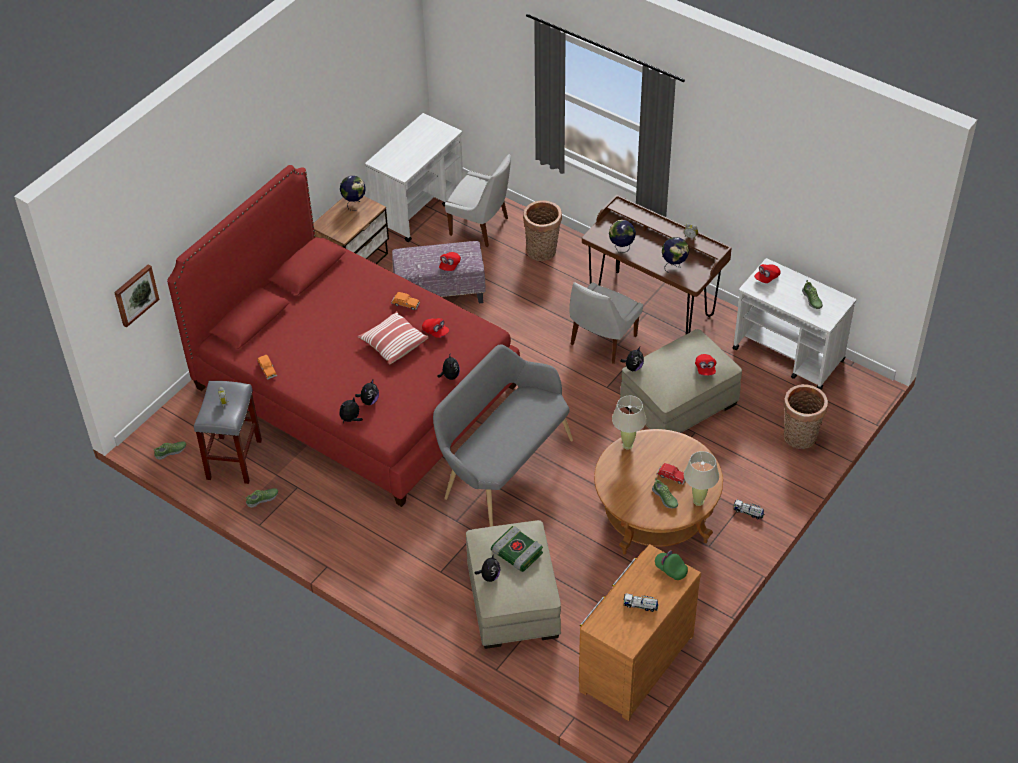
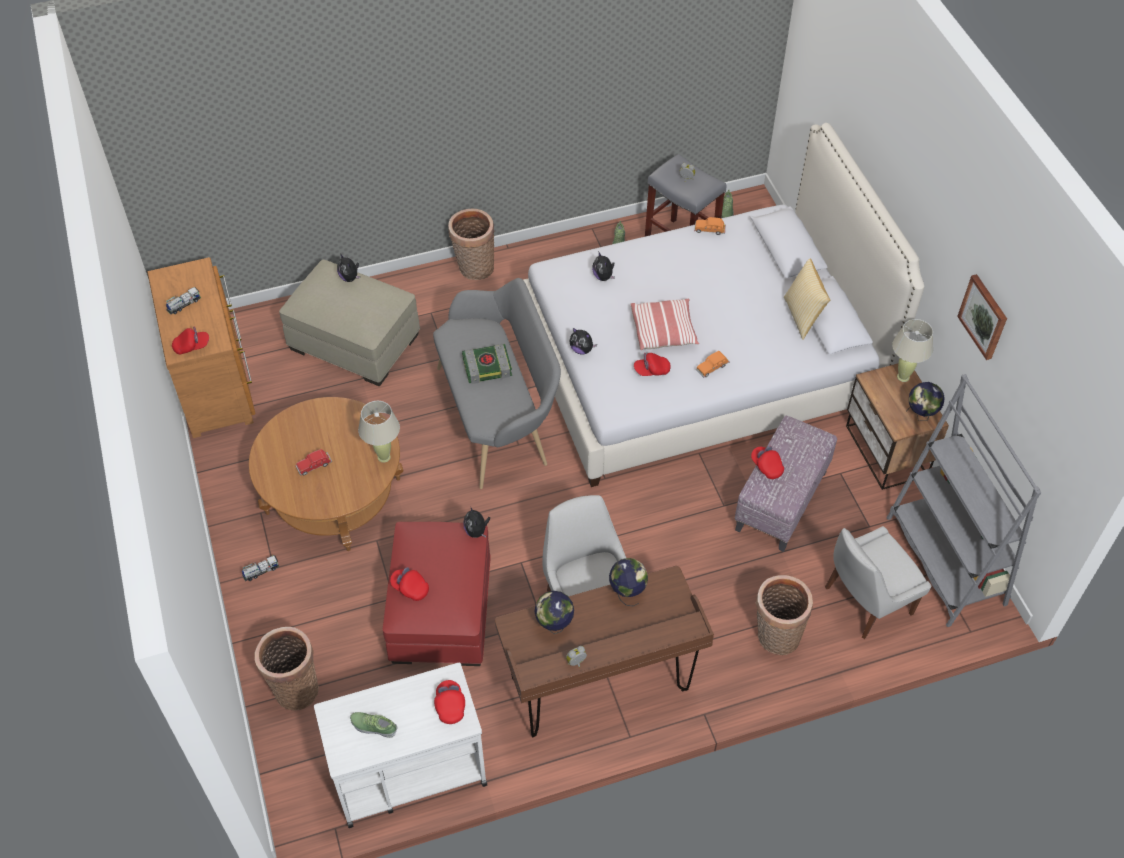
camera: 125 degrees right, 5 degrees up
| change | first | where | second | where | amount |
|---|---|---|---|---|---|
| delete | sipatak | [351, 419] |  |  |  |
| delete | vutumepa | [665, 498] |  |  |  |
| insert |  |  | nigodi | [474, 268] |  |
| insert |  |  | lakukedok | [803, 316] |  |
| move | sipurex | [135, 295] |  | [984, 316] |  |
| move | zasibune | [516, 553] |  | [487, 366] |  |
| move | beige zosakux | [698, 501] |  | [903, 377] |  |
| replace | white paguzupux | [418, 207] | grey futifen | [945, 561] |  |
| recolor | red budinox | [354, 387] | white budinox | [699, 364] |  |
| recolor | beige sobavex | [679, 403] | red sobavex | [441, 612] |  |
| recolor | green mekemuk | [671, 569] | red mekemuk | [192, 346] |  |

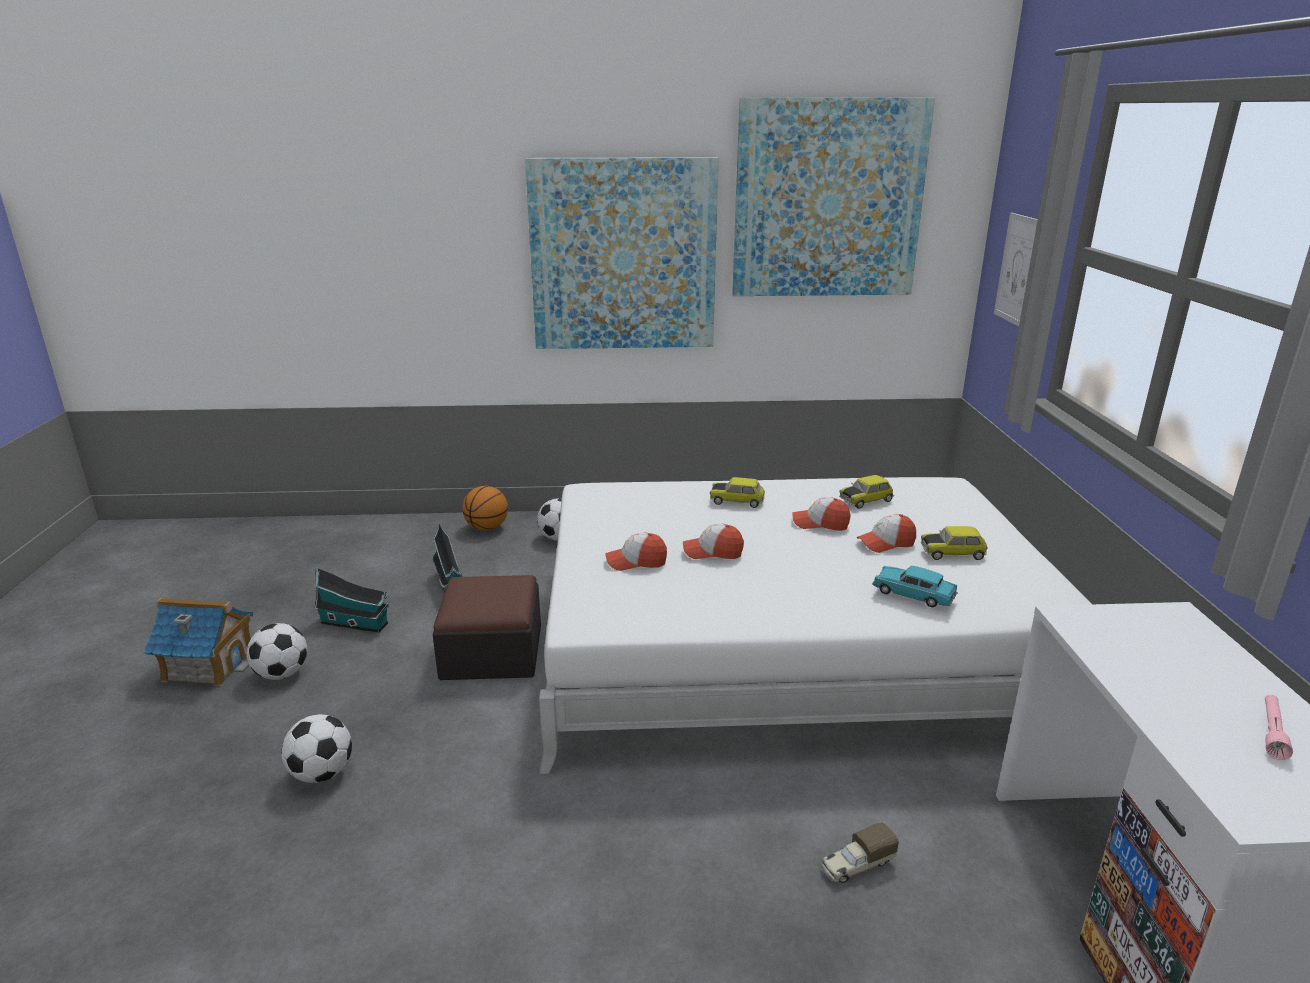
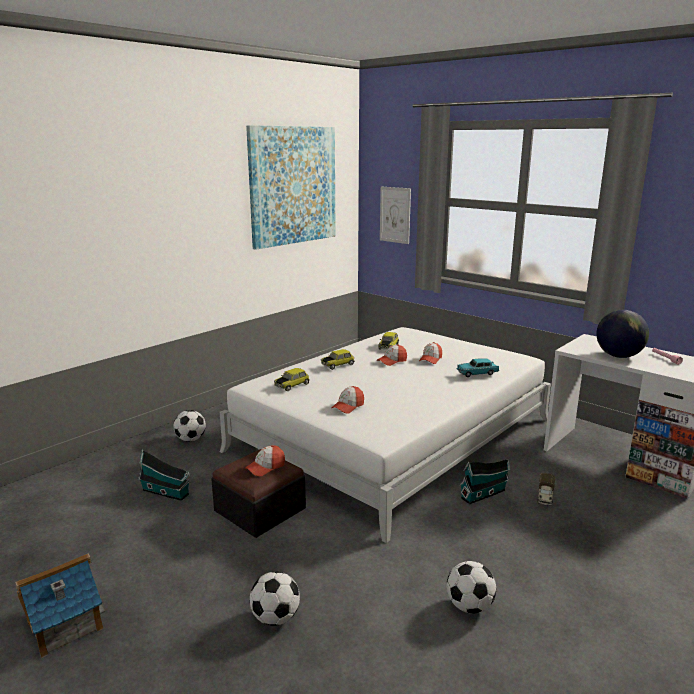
camera: 45 degrees left, 5 degrees down
| change | first | where | second | where | amount |
|---|---|---|---|---|---|
| delete | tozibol | [487, 528] |  |  |  |
| delete | sipurex | [623, 256] |  |  |  |
| insert |  |  | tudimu | [618, 356] |  |
| move | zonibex | [282, 674] |  | [469, 606] |  |
| move | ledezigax | [357, 624] |  | [484, 494] |  |
| move | mekemuk | [712, 552] |  | [265, 467] |  |
| move | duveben | [952, 552] |  | [292, 385] |  |

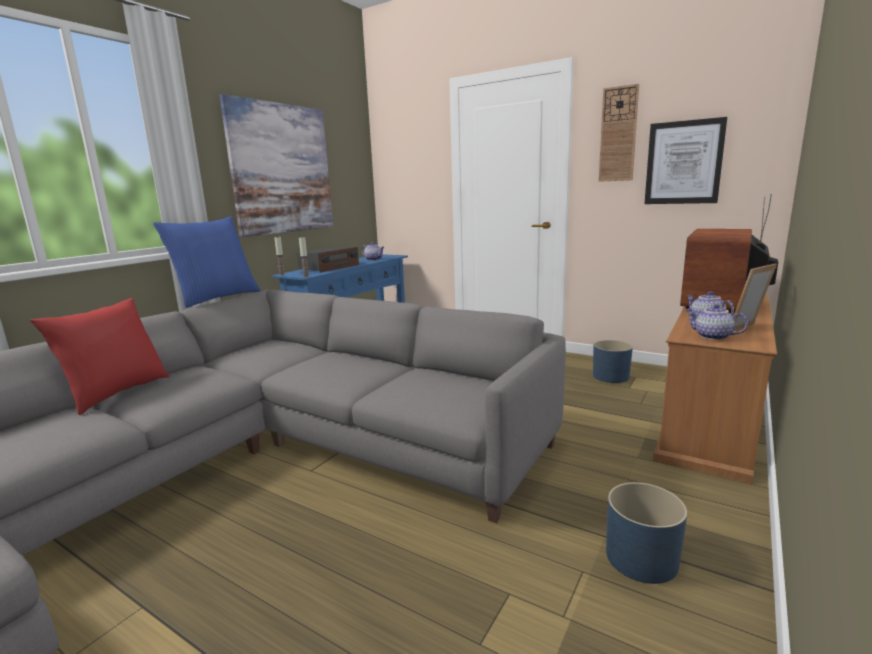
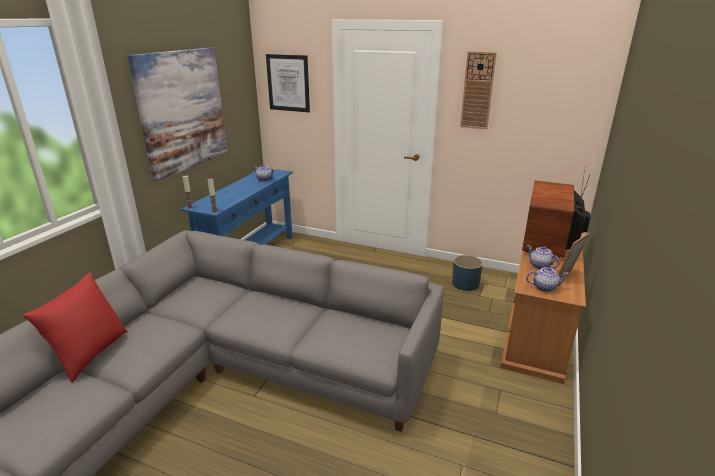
camera: 10 degrees left, 10 degrees up
| change | first | where | second | where | amount |
|---|---|---|---|---|---|
| delete | blue lakukedok | [216, 298] |  |  |  |
| delete | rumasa | [329, 267] |  |  |  |
| delete | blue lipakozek | [641, 558] |  |  |  |
| move | sipurex | [683, 163] |  | [288, 83] |  |
| rotate | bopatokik | [712, 337] |  | [544, 287] | 150 degrees clockwise |

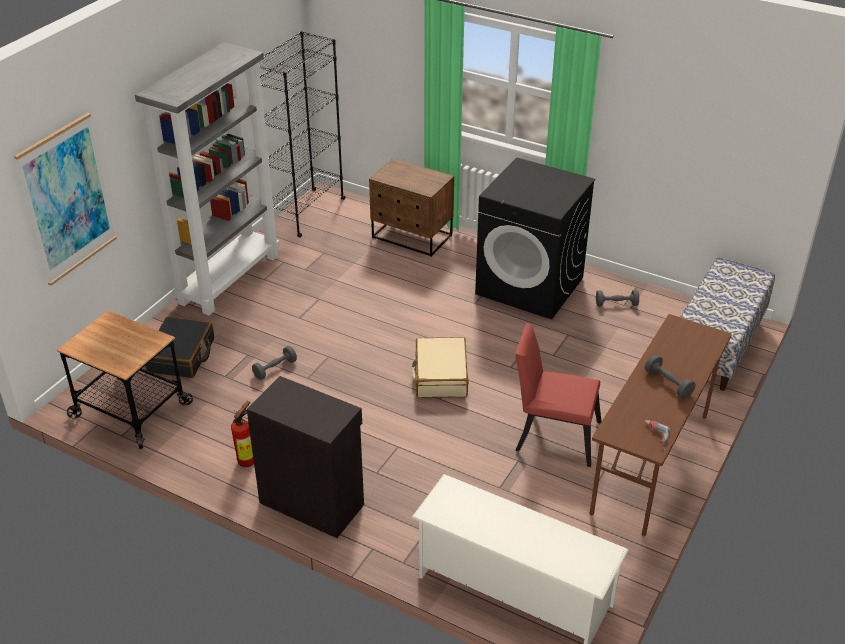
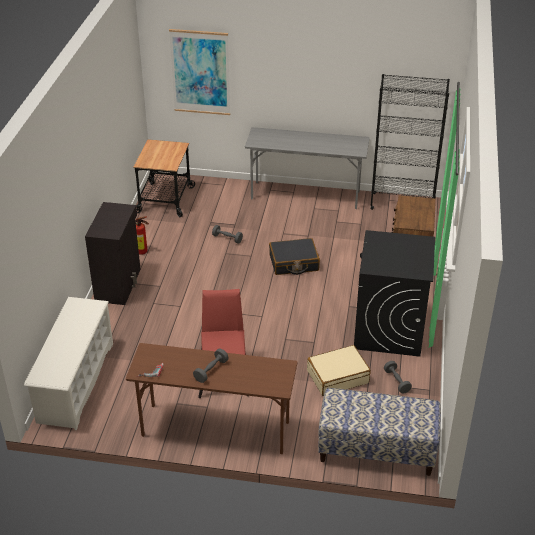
camera: 70 degrees right, 0 degrees up
| change | first | where | second | where | amount |
|---|---|---|---|---|---|
| move | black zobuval | [181, 356] |  | [293, 263] |  |
| move | beige zobuval | [440, 376] |  | [337, 376] |  |
| replace | grey futifen | [229, 278] | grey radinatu | [306, 195] |  |

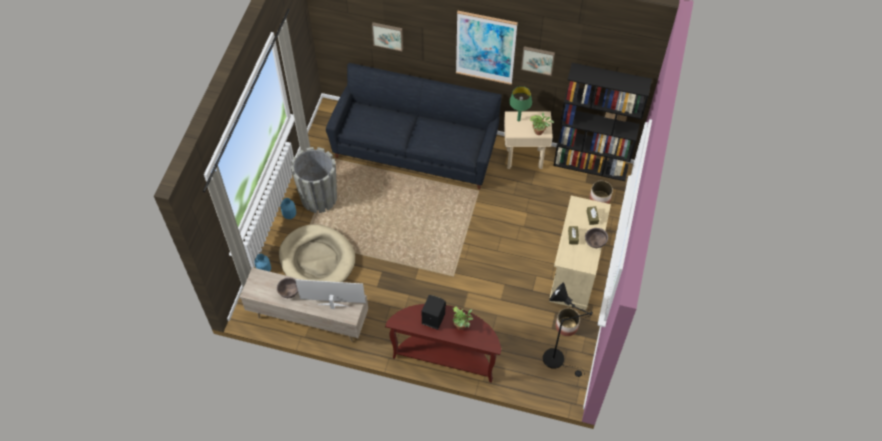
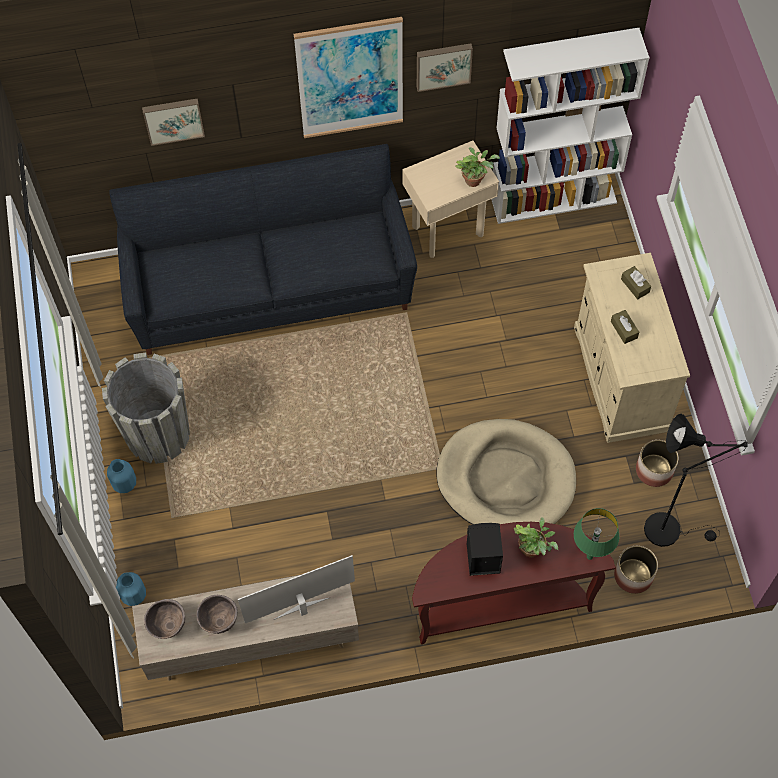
camera: 25 degrees left, 5 degrees up
| change | first | where | second | where | amount |
|---|---|---|---|---|---|
| move | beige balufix | [317, 259] |  | [506, 479] |  |
| move | green zosakux | [518, 120] |  | [589, 556] |  |
| move | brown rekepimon | [595, 243] |  | [167, 625] |  |
| move | lipakozek | [600, 199] |  | [633, 575] |  |
| recolor | black futifen | [591, 165] | white futifen | [554, 199] |  |

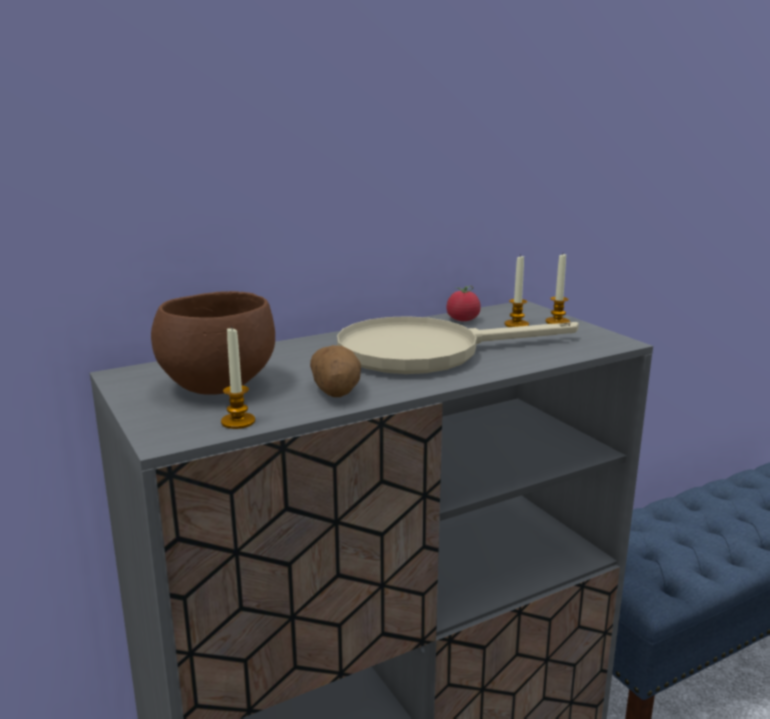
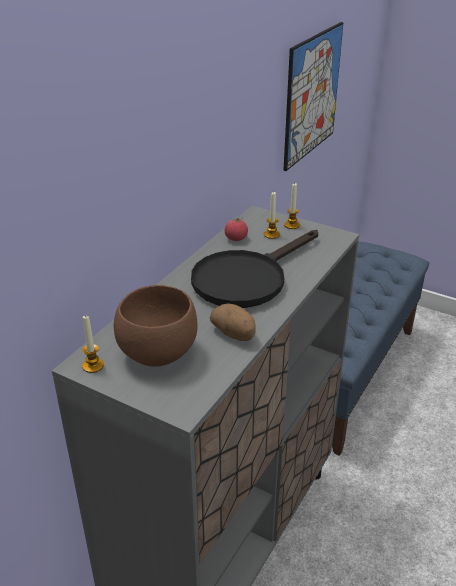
camera: 30 degrees left, 15 degrees up
| change | first | where | second | where | amount |
|---|---|---|---|---|---|
| insert |  |  | sipurex | [312, 95] |  |
| move | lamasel | [238, 422] |  | [93, 366] |  |
| recolor | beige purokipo | [427, 352] | black purokipo | [247, 278] |  |

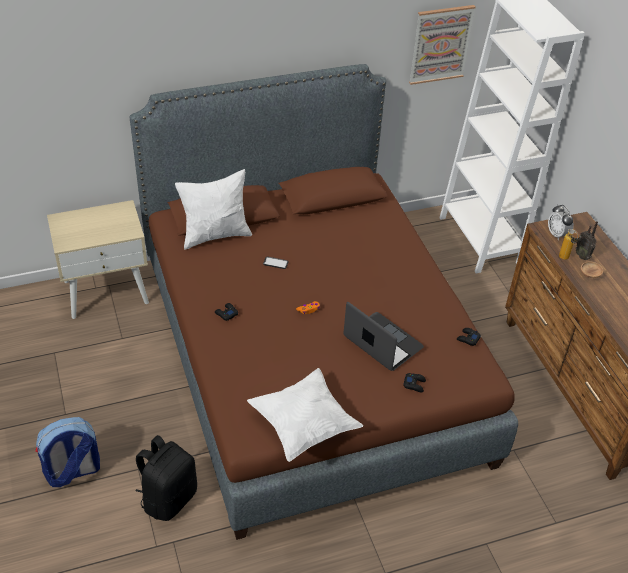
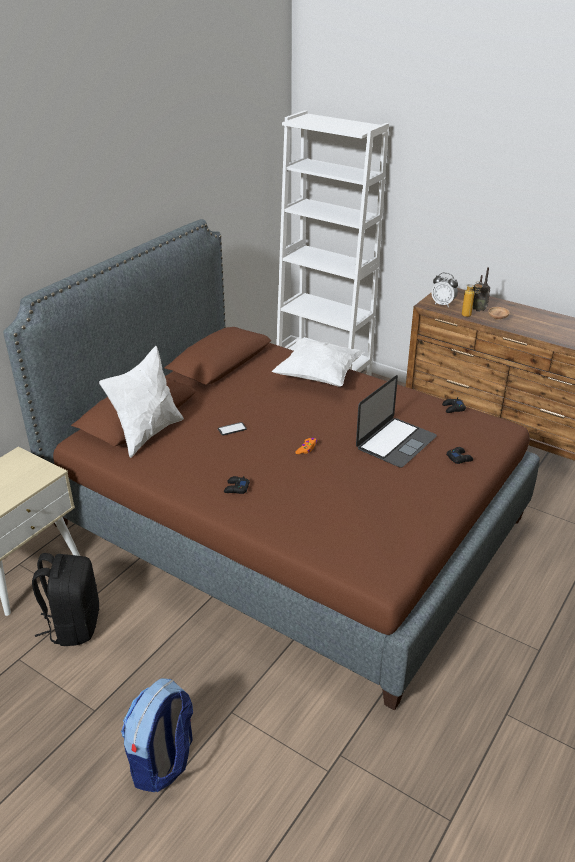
camera: 35 degrees left, 10 degrees down
| change | first | where | second | where | amount |
|---|---|---|---|---|---|
| delete | sipurex | [440, 44] |  |  |  |
| move | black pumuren | [168, 498] |  | [73, 625] |  |
| move | white lakukedok | [303, 425] |  | [318, 376] |  |
| rotate | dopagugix | [382, 342] |  | [396, 442] | 120 degrees clockwise |

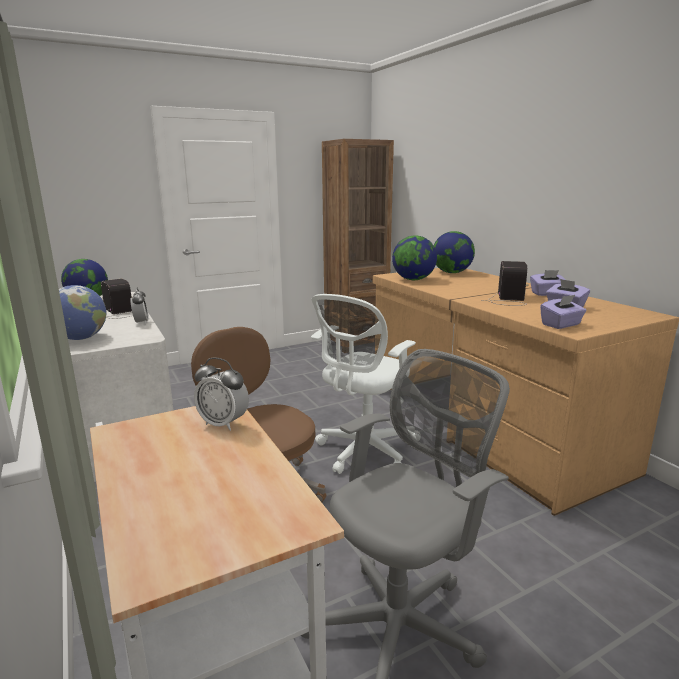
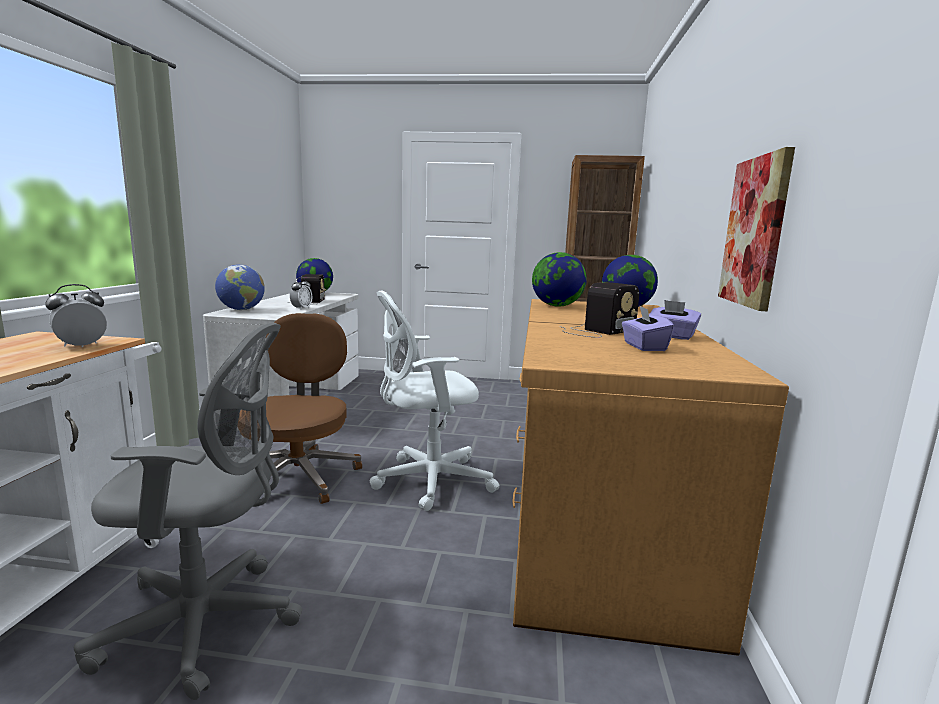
camera: 35 degrees right, 5 degrees down
| change | first | where | second | where | amount |
|---|---|---|---|---|---|
| delete | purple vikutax | [561, 325] |  |  |  |
| insert |  |  | sipurex | [755, 232] |  |
| rotate | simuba | [223, 424] |  | [81, 346] | 75 degrees clockwise |

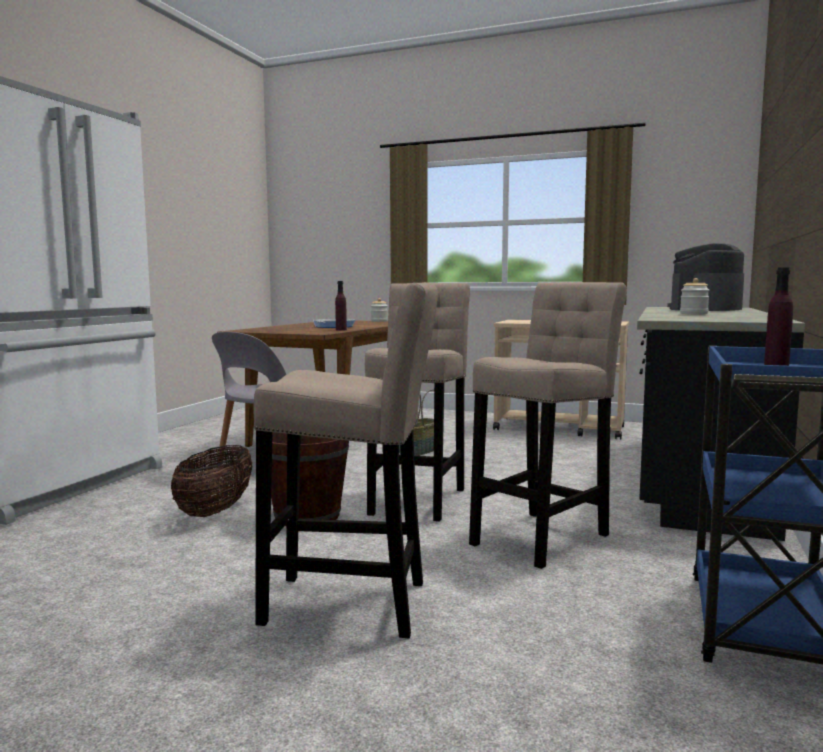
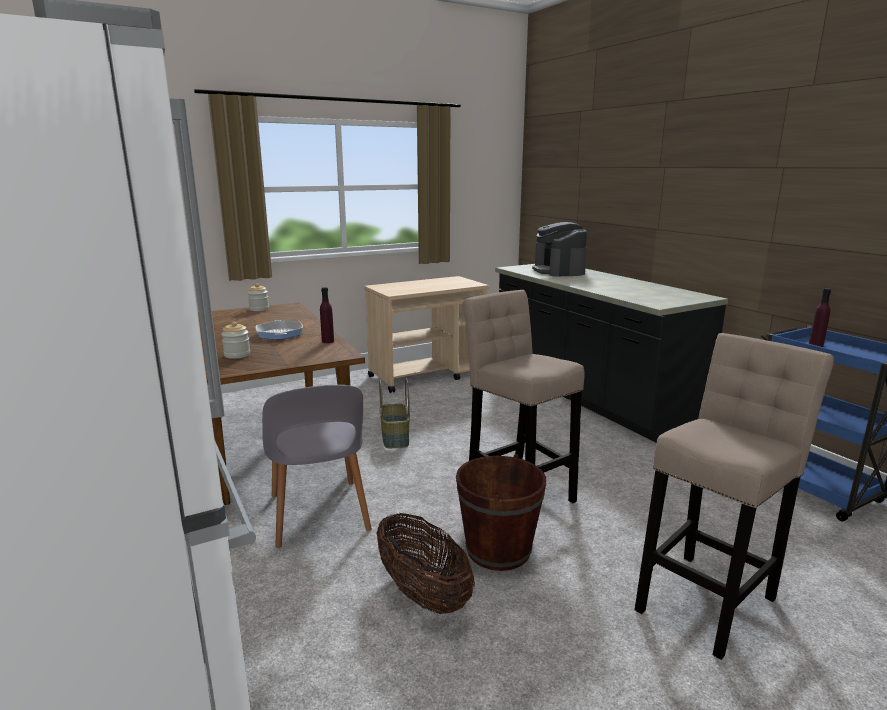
camera: 50 degrees left, 10 degrees up
| change | first | where | second | where | amount |
|---|---|---|---|---|---|
| delete | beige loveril | [544, 537] |  |  |  |
| move | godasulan | [693, 314] |  | [237, 355] |  |

